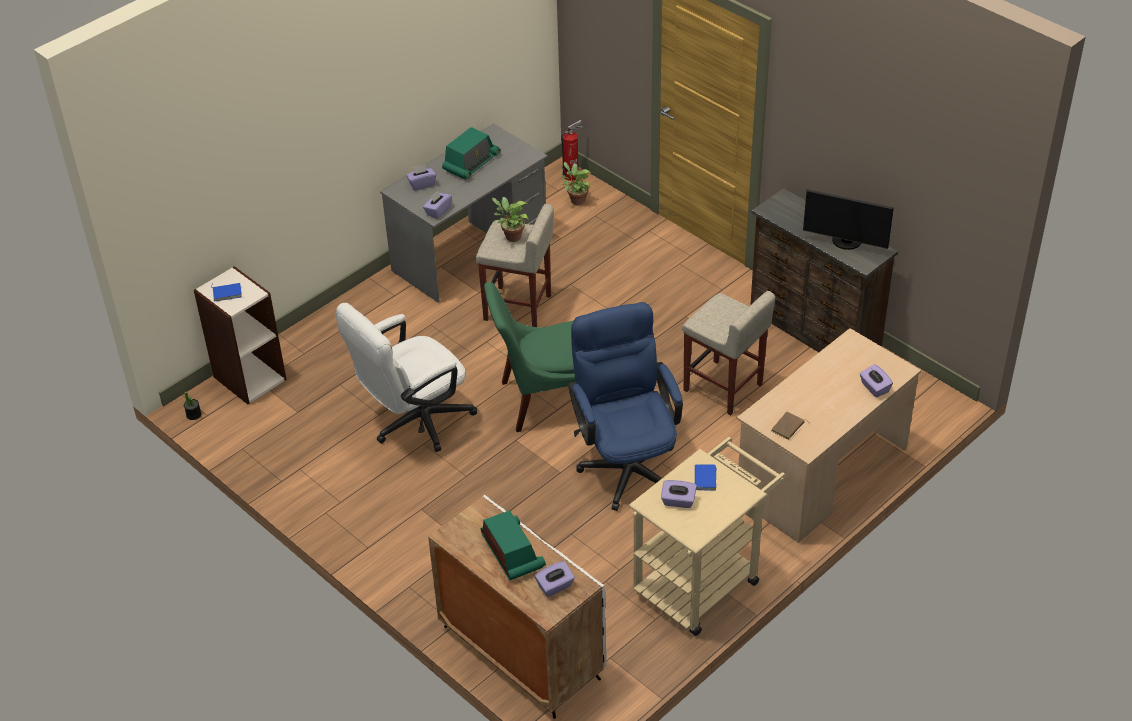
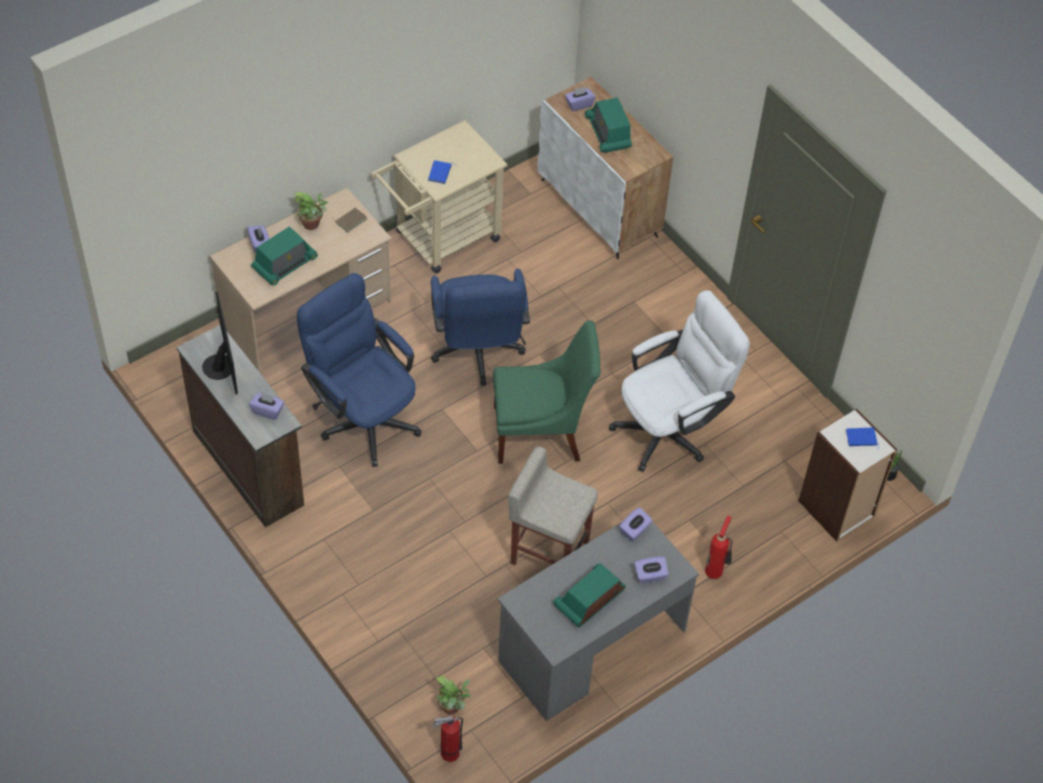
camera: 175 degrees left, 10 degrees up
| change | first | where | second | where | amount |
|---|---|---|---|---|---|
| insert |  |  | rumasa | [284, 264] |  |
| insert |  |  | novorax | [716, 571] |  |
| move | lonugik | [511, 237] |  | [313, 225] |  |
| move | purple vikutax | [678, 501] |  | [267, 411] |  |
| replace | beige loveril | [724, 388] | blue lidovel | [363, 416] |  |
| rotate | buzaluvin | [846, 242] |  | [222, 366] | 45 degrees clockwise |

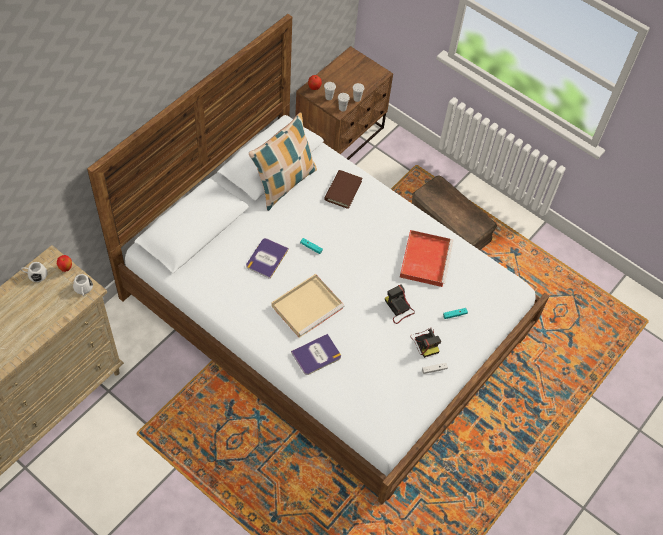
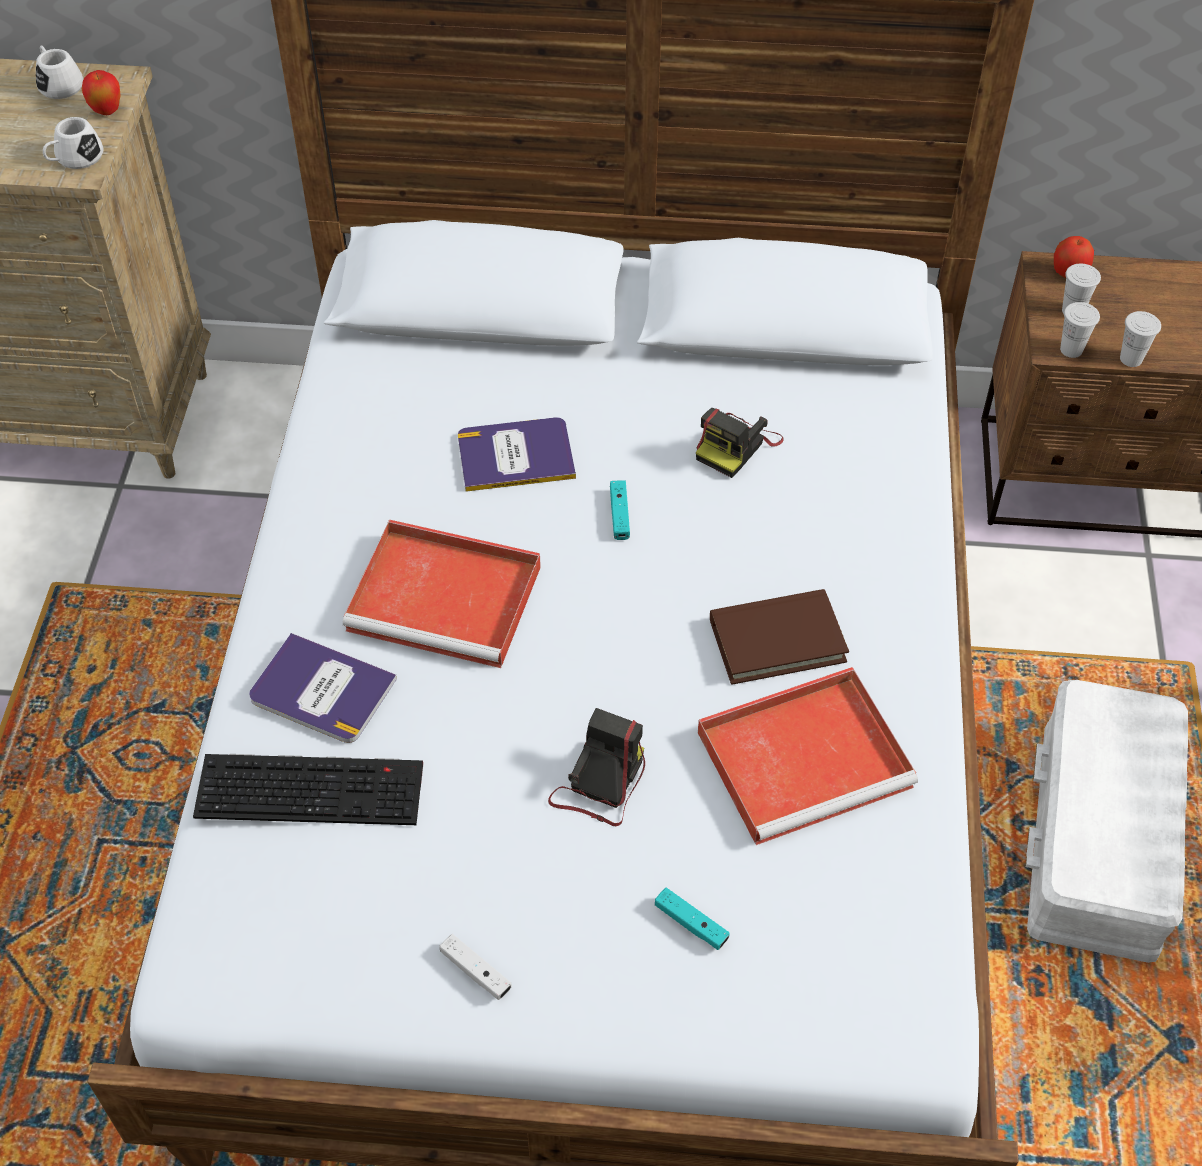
camera: 60 degrees right, 5 degrees down
| change | first | where | second | where | amount |
|---|---|---|---|---|---|
| delete | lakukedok | [284, 183] |  |  |  |
| insert |  |  | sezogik | [313, 788] |  |
| move | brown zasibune | [343, 190] |  | [777, 640] |  |
| move | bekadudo | [425, 342] |  | [736, 446] |  |
| recolor | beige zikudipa | [308, 306] | red zikudipa | [448, 598] |  |
| recolor | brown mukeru | [449, 225] | white mukeru | [1095, 837] |  |

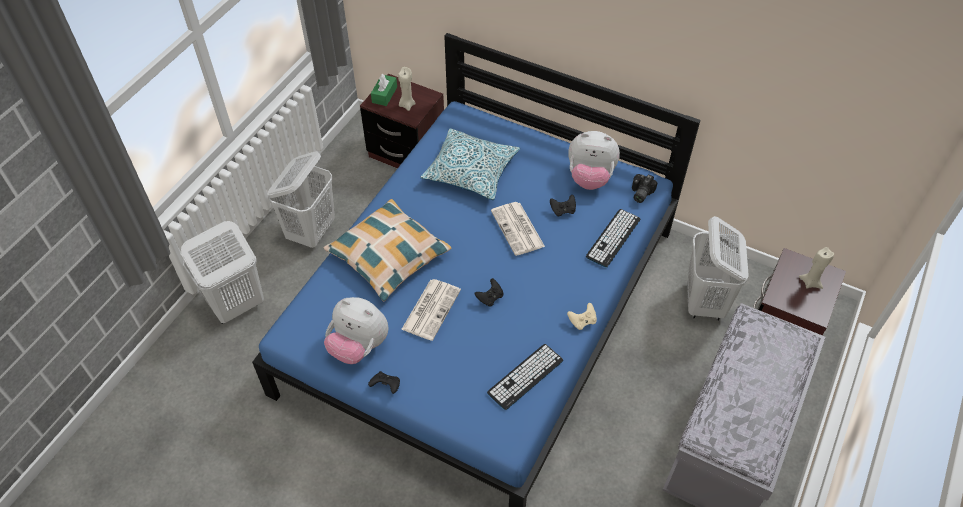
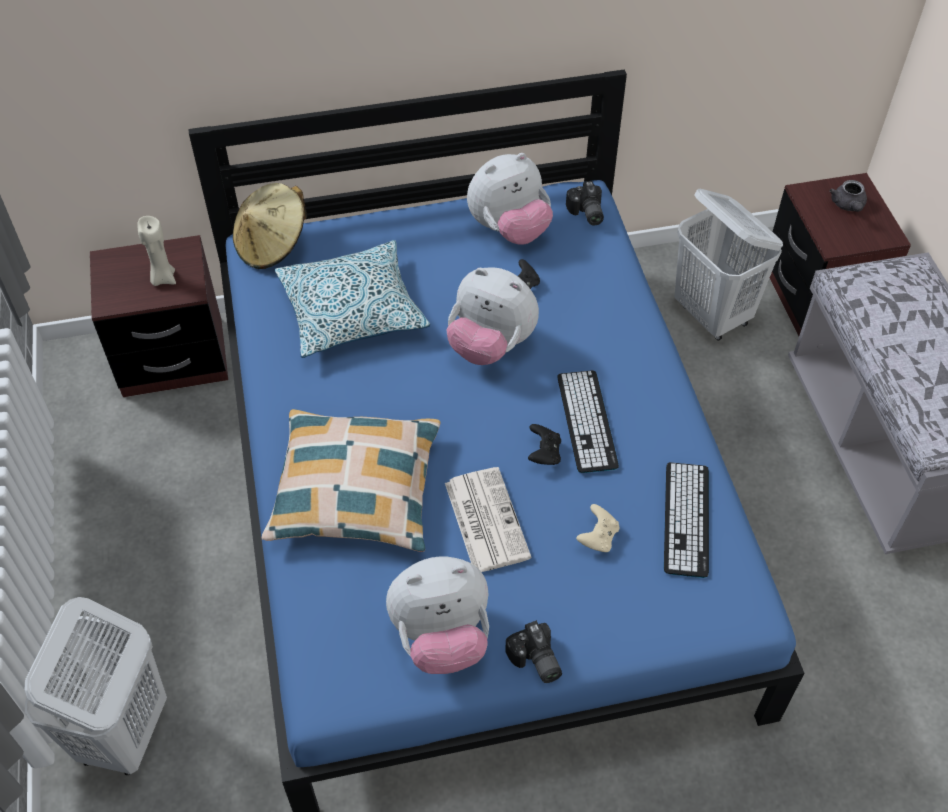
camera: 40 degrees left, 0 degrees up
| change | first | where | second | where | amount |
|---|---|---|---|---|---|
| delete | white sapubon | [311, 231] |  |  |  |
| delete | green vikutax | [384, 95] |  |  |  |
| insert |  |  | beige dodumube | [272, 245] |  |
| move | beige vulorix | [582, 321] |  | [598, 537] |  |
| move | sezogik | [613, 238] |  | [587, 421] |  |
| replace | black vulorix | [386, 386] | bekadudo | [534, 661] |  |
| replace | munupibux | [518, 229] | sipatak | [490, 345] |  |
| replace | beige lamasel | [810, 282] | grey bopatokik | [848, 206] |  |

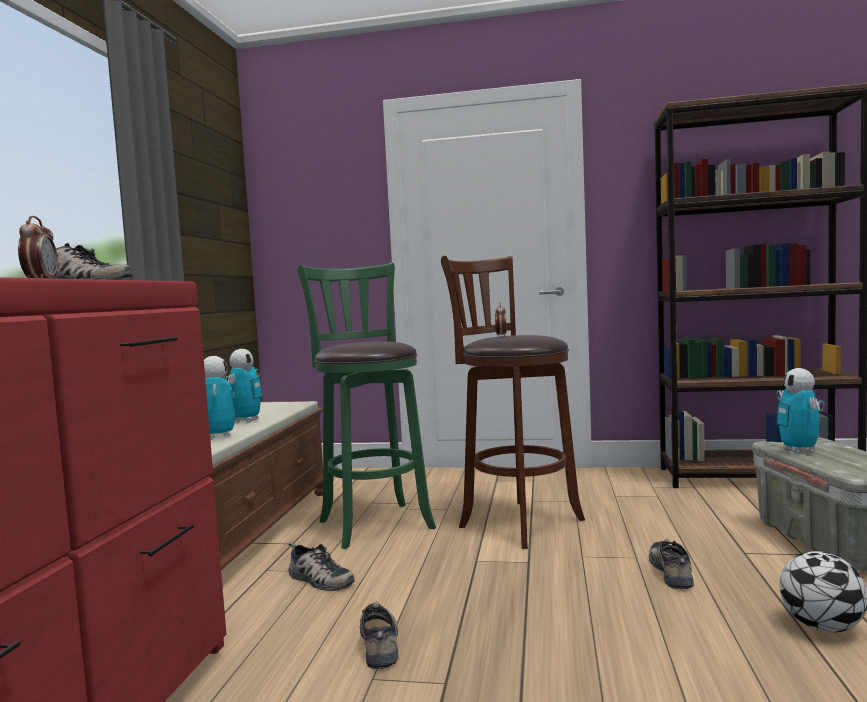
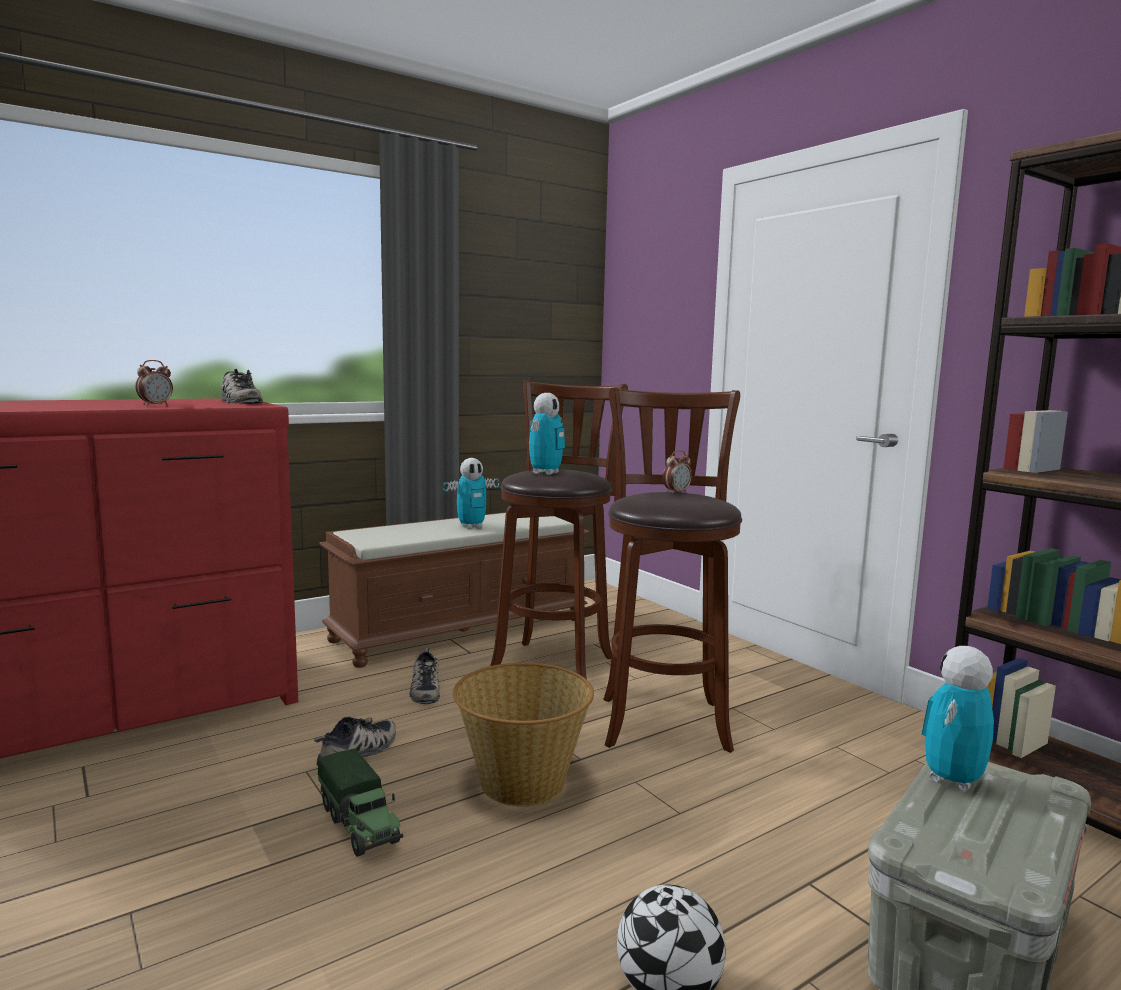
camera: 45 degrees right, 5 degrees up
| change | first | where | second | where | amount |
|---|---|---|---|---|---|
| delete | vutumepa | [672, 571] |  |  |  |
| insert |  |  | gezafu | [360, 825] |  |
| insert |  |  | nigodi | [522, 781] |  |
| move | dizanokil | [219, 437] |  | [545, 473] |  |
| recolor | green loveril | [373, 522] | brown loveril | [555, 662] |  |

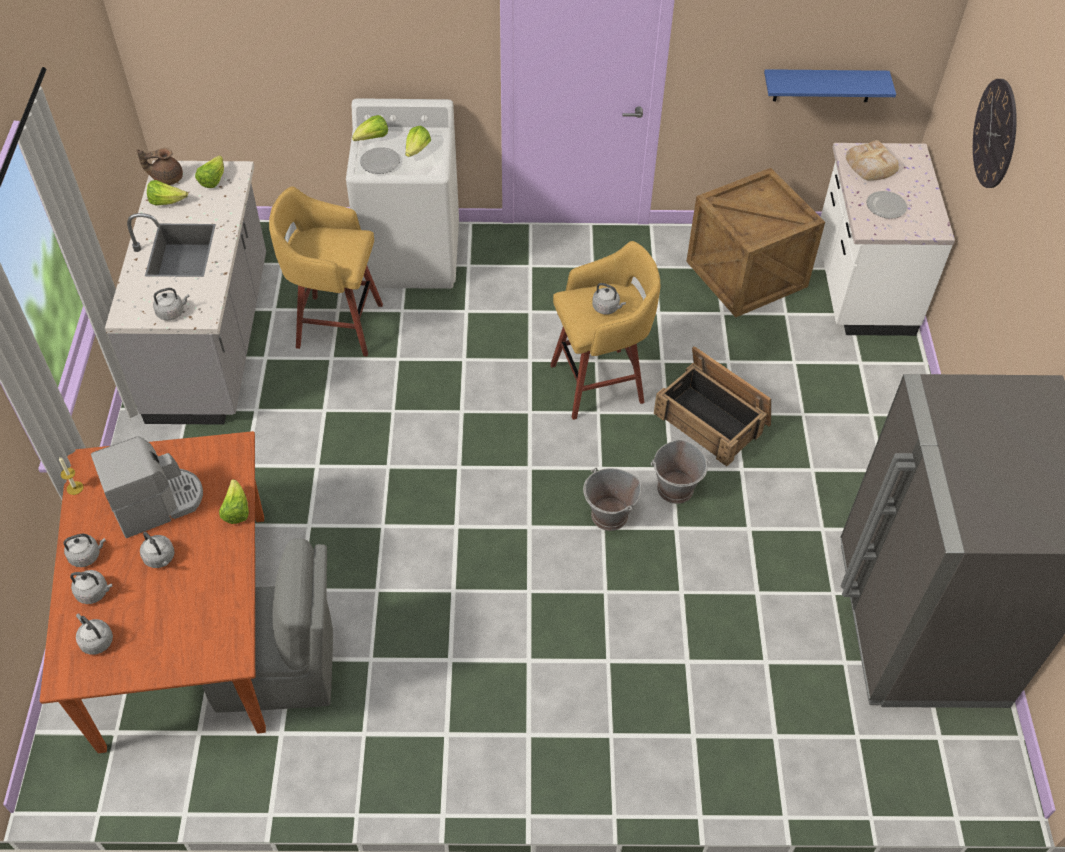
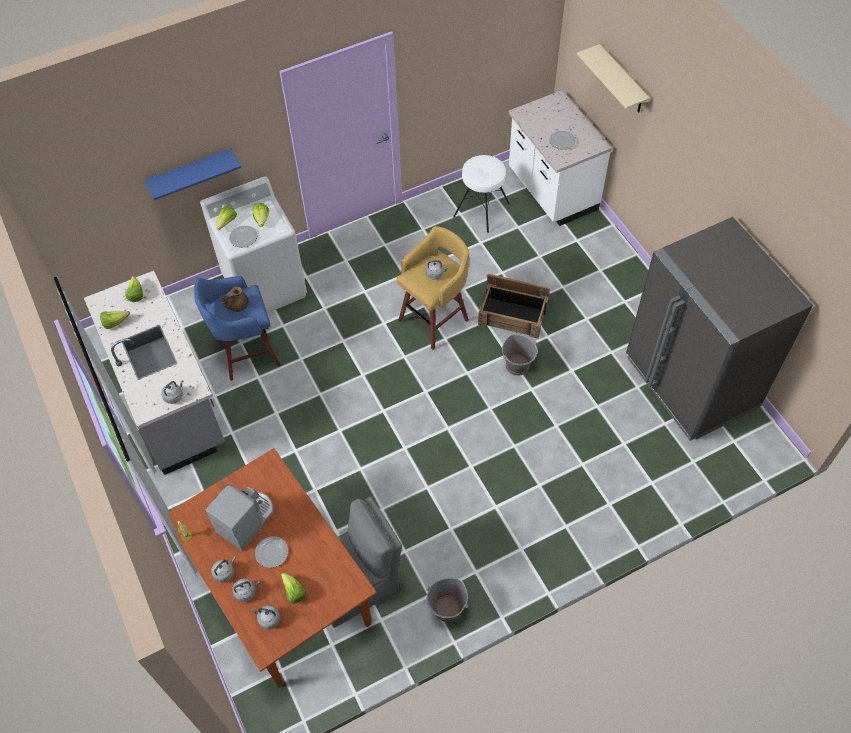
camera: 25 degrees left, 5 degrees up
| change | first | where | second | where | amount |
|---|---|---|---|---|---|
| delete | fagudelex | [871, 165] |  |  |  |
| move | brown bopatokik | [166, 178] |  | [237, 305] |  |
| move | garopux | [236, 511] |  | [294, 592] |  |
| move | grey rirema | [609, 516] |  | [447, 609] |  |
| move | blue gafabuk | [823, 85] |  | [190, 173] |  |
| replace | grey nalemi | [160, 558] | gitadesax | [272, 552] |  |
| replace | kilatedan | [748, 274] | white loveril | [482, 210] |  |
| replace | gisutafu | [995, 133] | beige gafabuk | [622, 80] |  |
| recolor | yellow loveril | [336, 325] | blue loveril | [247, 353] |  |

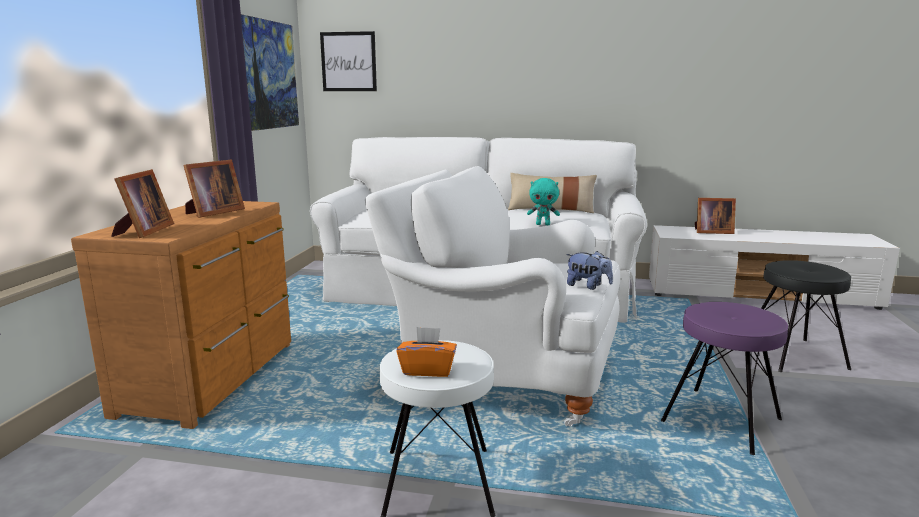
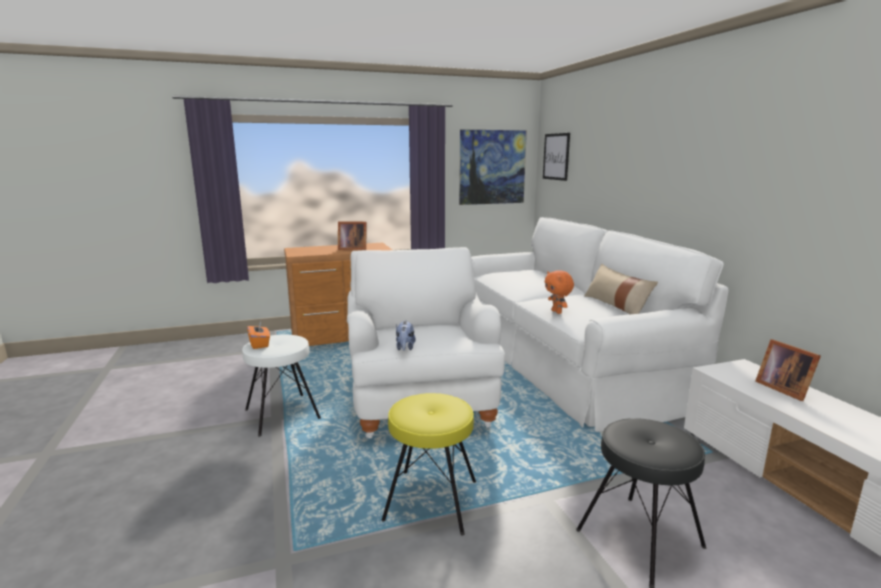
camera: 60 degrees right, 0 degrees up
| change | first | where | second | where | amount |
|---|---|---|---|---|---|
| delete | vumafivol | [143, 231] |  |  |  |
| recolor | turquoise sipatak | [543, 224] | orange sipatak | [557, 312] |  |
| recolor | purple loveril | [722, 420] | yellow loveril | [431, 501] |  |

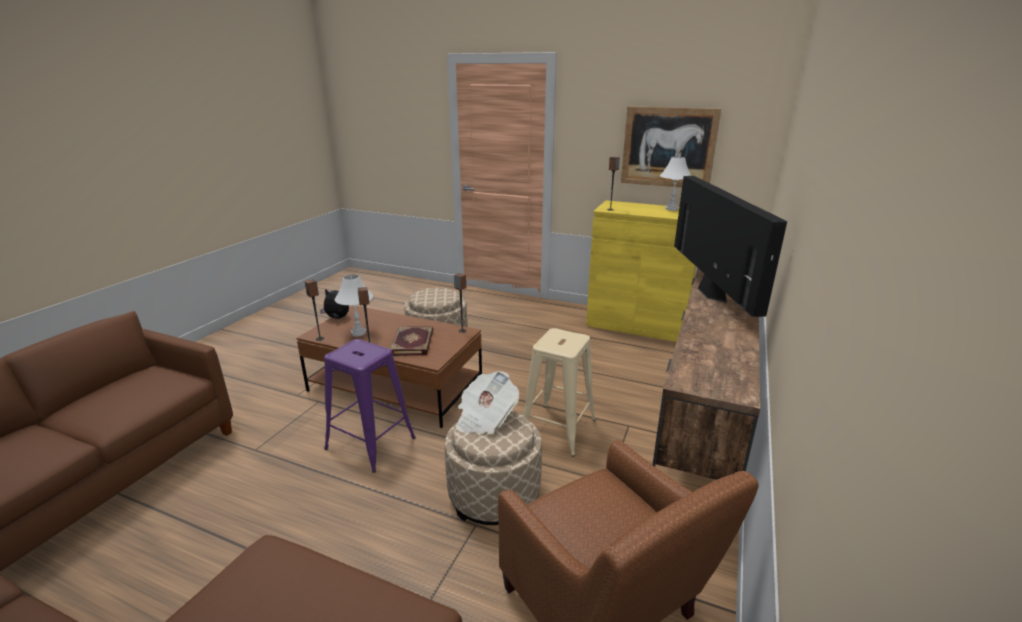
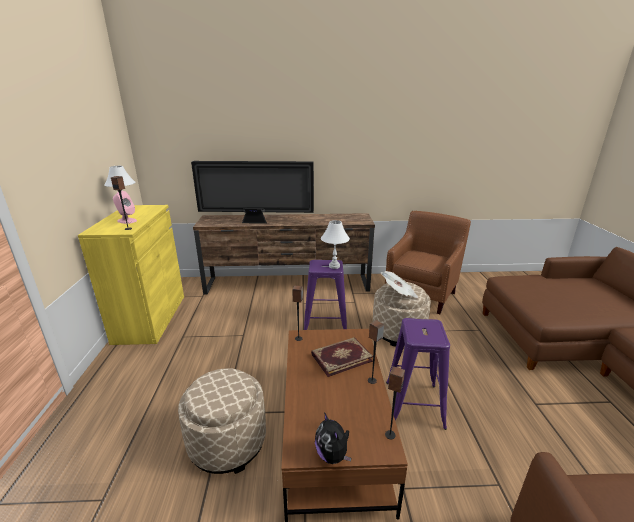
camera: 115 degrees left, 0 degrees up
| change | first | where | second | where | amount |
|---|---|---|---|---|---|
| delete | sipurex | [668, 147] |  |  |  |
| insert |  |  | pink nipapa | [127, 221] |  |
| move | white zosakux | [358, 333] |  | [334, 266] |  |
| recolor | beige loveril | [557, 429] | purple loveril | [325, 325] |  |
| rotate | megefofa | [710, 293] |  | [256, 222] | 150 degrees counterclockwise |

